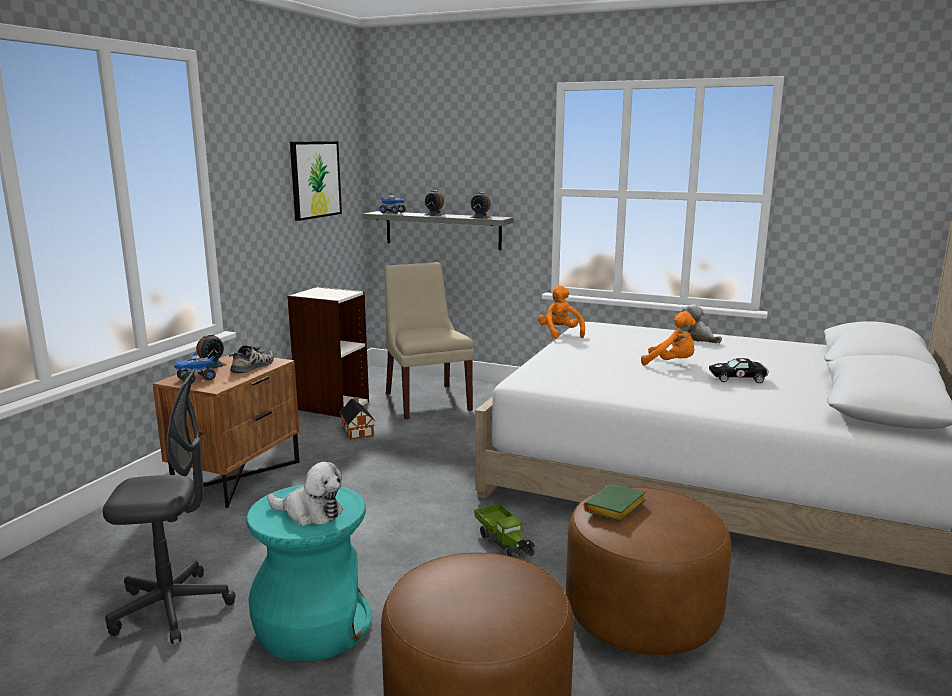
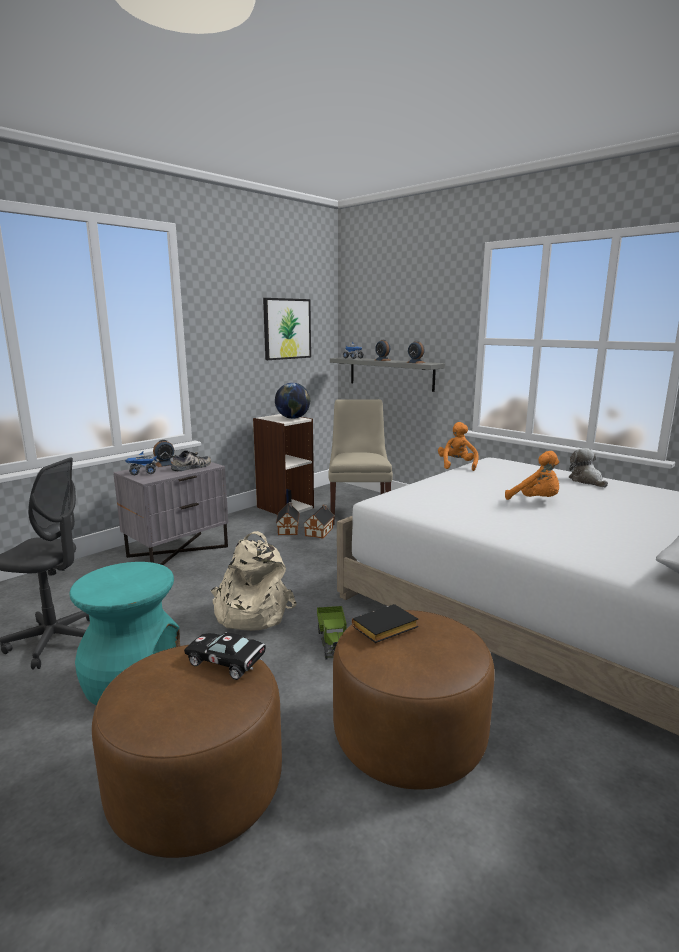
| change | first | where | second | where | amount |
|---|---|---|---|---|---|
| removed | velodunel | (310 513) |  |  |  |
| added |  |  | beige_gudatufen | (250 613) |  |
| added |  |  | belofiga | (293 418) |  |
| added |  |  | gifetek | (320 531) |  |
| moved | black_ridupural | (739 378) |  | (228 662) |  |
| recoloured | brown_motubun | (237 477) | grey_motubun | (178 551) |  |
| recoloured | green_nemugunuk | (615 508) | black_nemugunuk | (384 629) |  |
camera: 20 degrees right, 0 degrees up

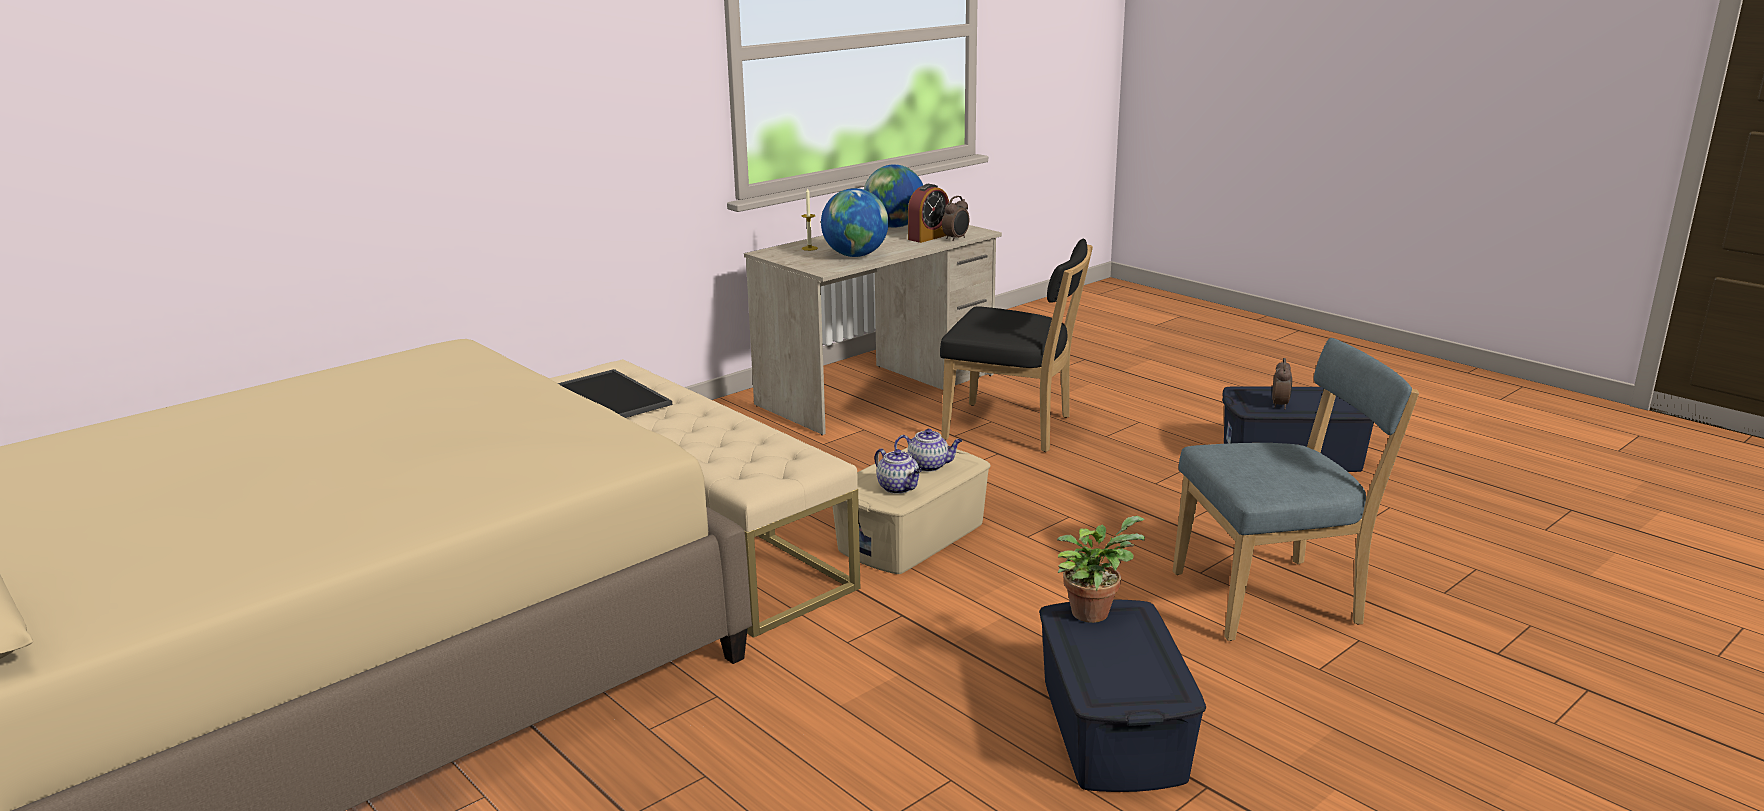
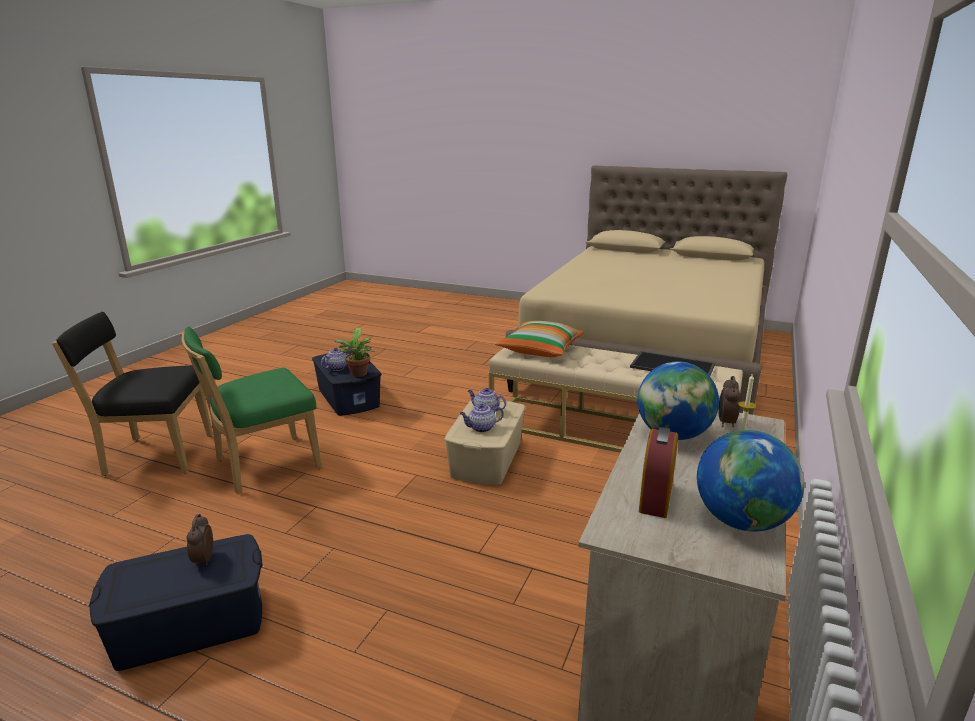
| change | first | where | second | where | amount |
|---|---|---|---|---|---|
| added |  |  | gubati | (337 368) |  |
| added |  |  | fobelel | (540 350) |  |
| moved | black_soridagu | (1014 429) |  | (154 455) |  |
| moved | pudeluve | (956 238) |  | (725 423) |  |
| recoloured | blue_soridagu | (1274 598) | green_soridagu | (262 465) |  |
camera: 155 degrees right, 0 degrees up

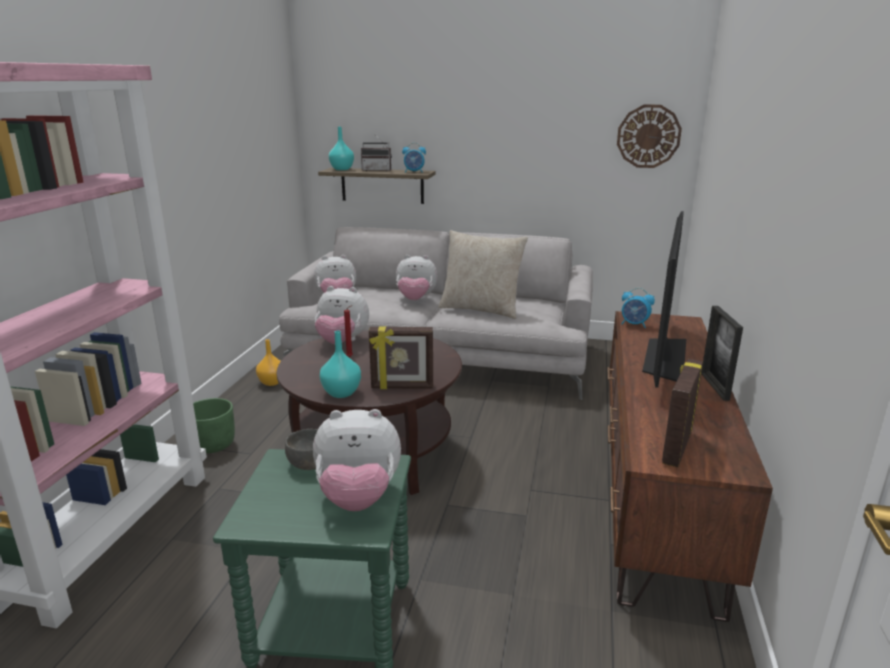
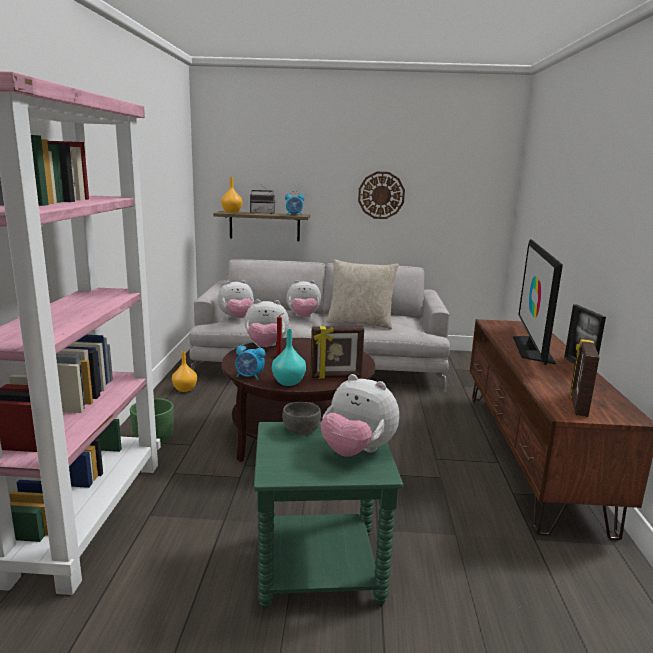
| change | first | where | second | where | amount |
|---|---|---|---|---|---|
| moved | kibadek | (648 136) |  | (381 195) |  |
| moved | pudeluve | (634 325) |  | (249 377) |  |
| recoloured | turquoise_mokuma | (342 169) | orange_mokuma | (232 212) |  |
| turned | velodunel | (358 498) |  | (357 451) | 45 degrees clockwise |
camera: 10 degrees left, 5 degrees down

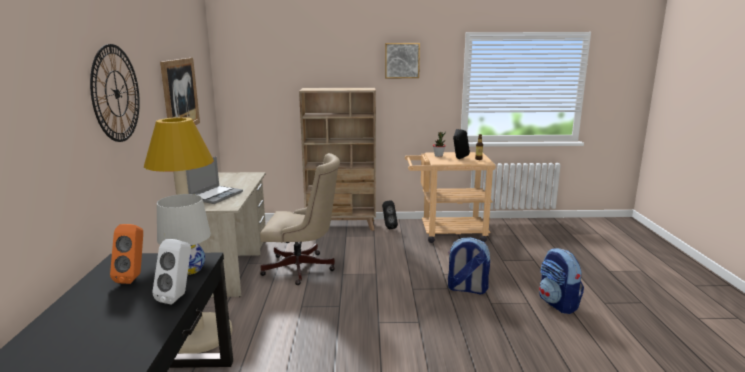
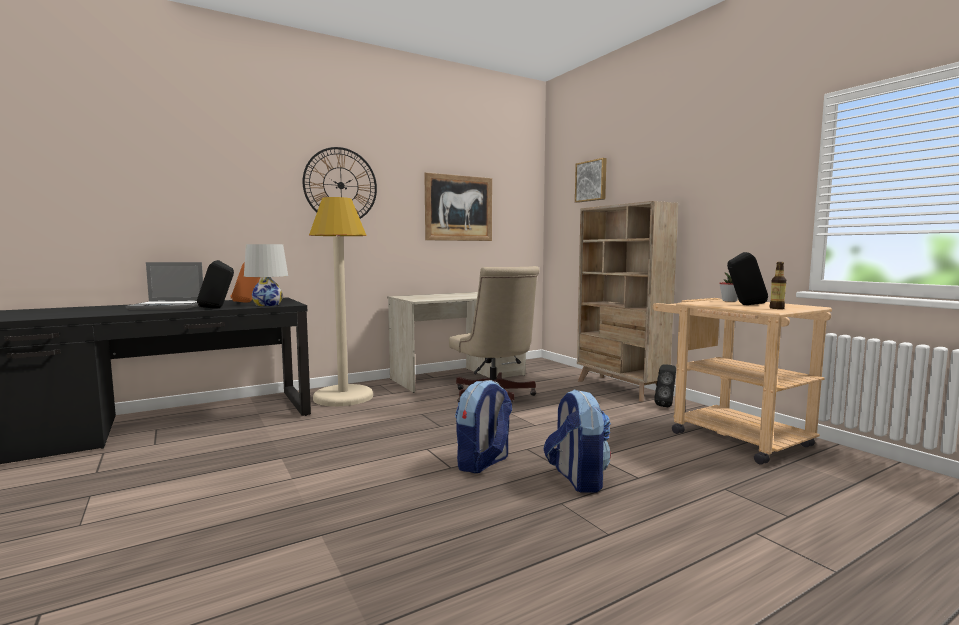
| change | first | where | second | where | amount |
|---|---|---|---|---|---|
| moved | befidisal | (216 195) |  | (168 307) |  |
| moved | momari | (402 60) |  | (591 181) |  |
| moved | gudatufen | (558 303) |  | (483 463) |  |
| recoloured | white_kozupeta | (178 297) | black_kozupeta | (217 308) |  |
camera: 60 degrees right, 10 degrees down

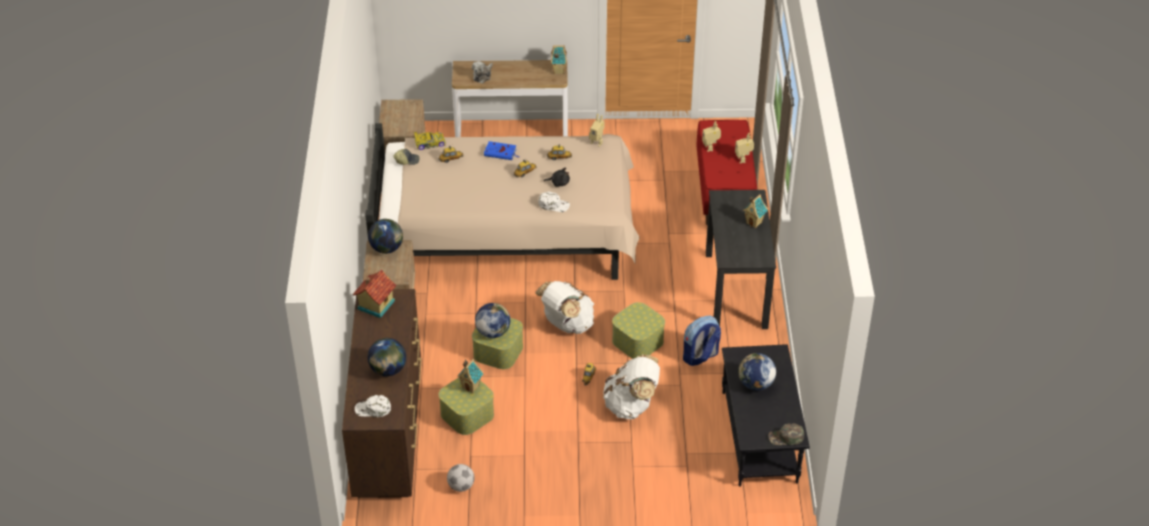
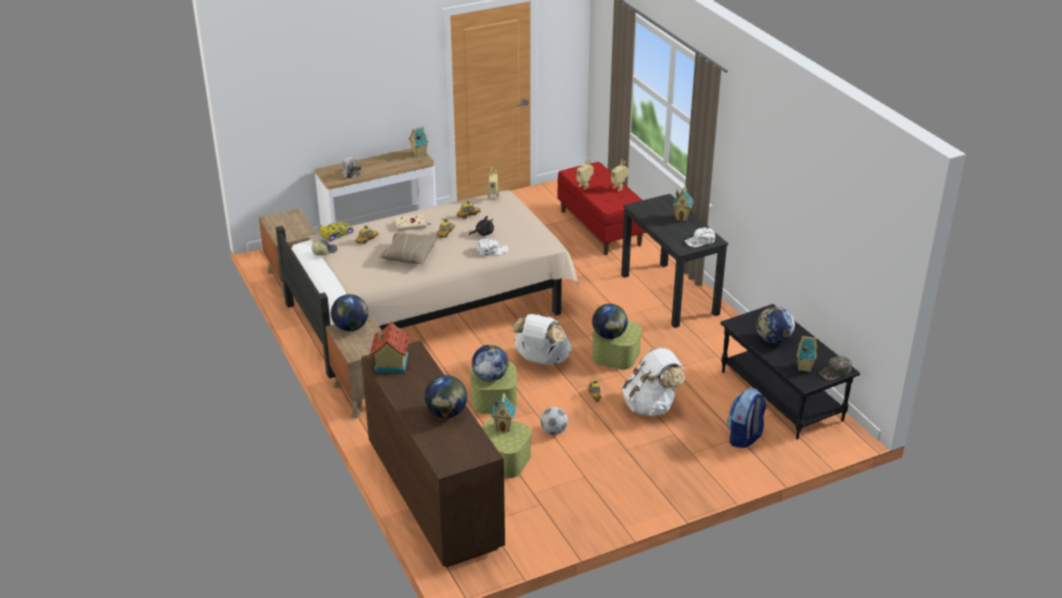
| change | first | where | second | where | amount |
|---|---|---|---|---|---|
| added |  |  | beige_fobelel | (409 256) |  |
| added |  |  | belofiga | (609 335) |  |
| added |  |  | gifetek | (804 367) |  |
| moved | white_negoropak | (373 409) |  | (700 241) |  |
| moved | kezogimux | (461 486) |  | (553 431) |  |
| moved | gudatufen | (700 356) |  | (744 437) |  |
| recoloured | blue_nemugunuk | (501 153) | beige_nemugunuk | (411 224) |  |
camera: 25 degrees left, 10 degrees down

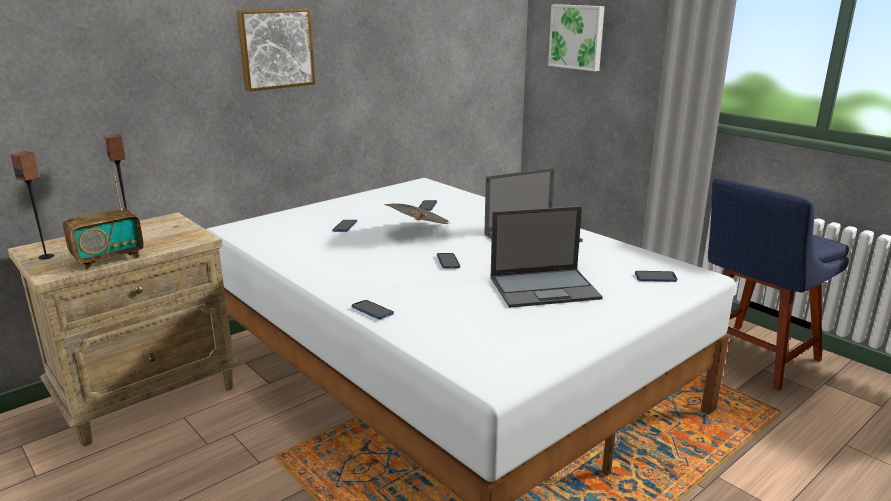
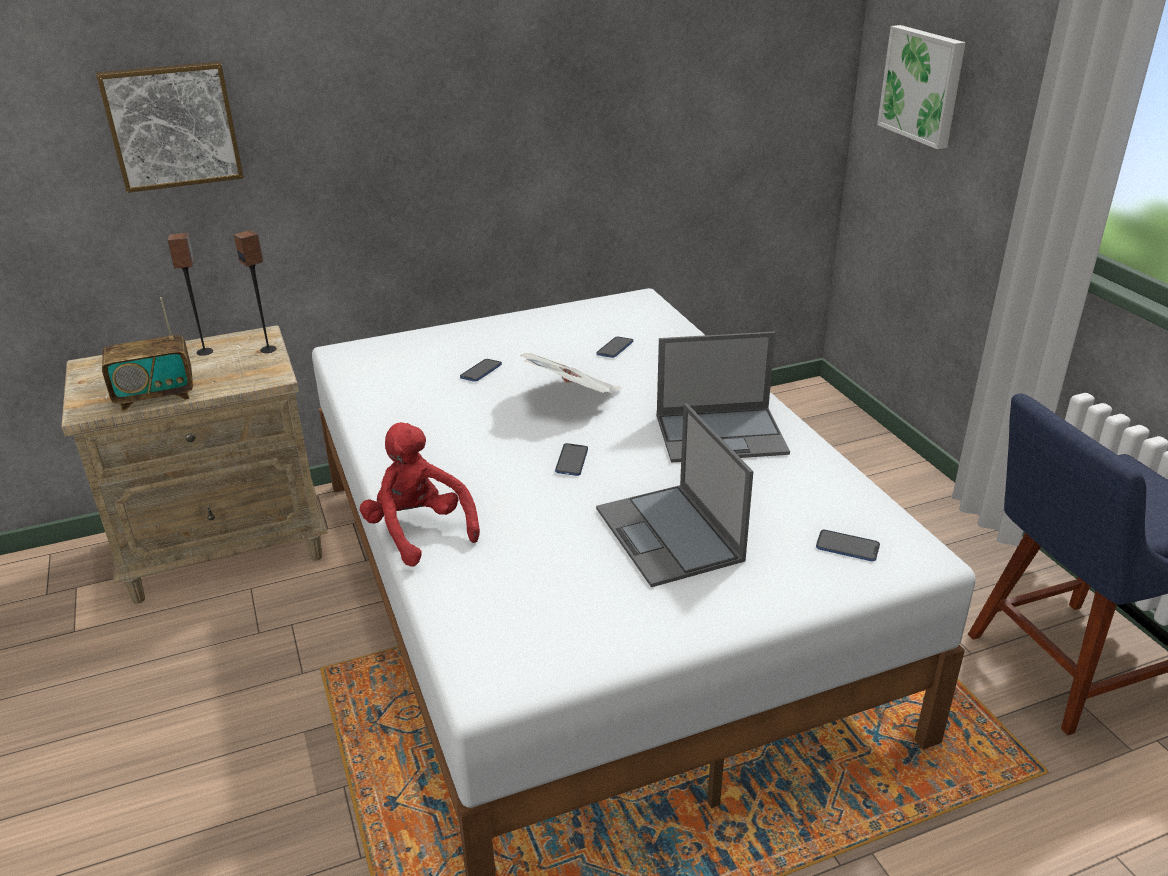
| change | first | where | second | where | amount |
|---|---|---|---|---|---|
| moved | kozupeta | (46 256) |  | (269 349) |  |
| moved | momari | (275 48) |  | (172 125) |  |
| replaced | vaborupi | (372 311) | red_velodunel | (419 531) |  |
| turned | befidisal | (545 288) |  | (670 535) | 60 degrees clockwise |
camera: 20 degrees right, 10 degrees up

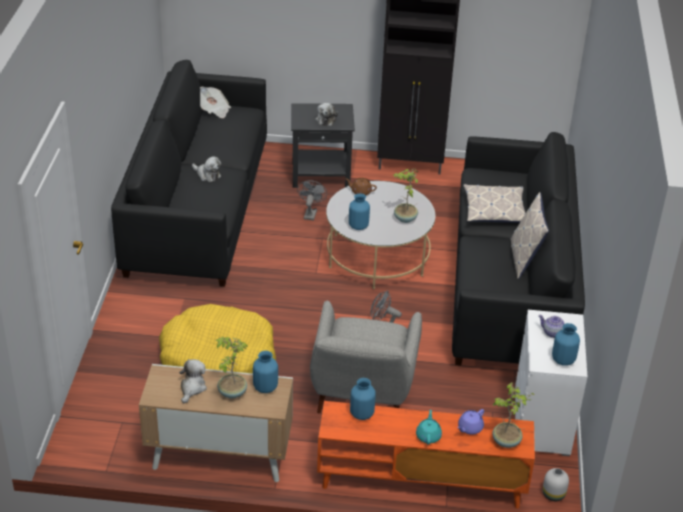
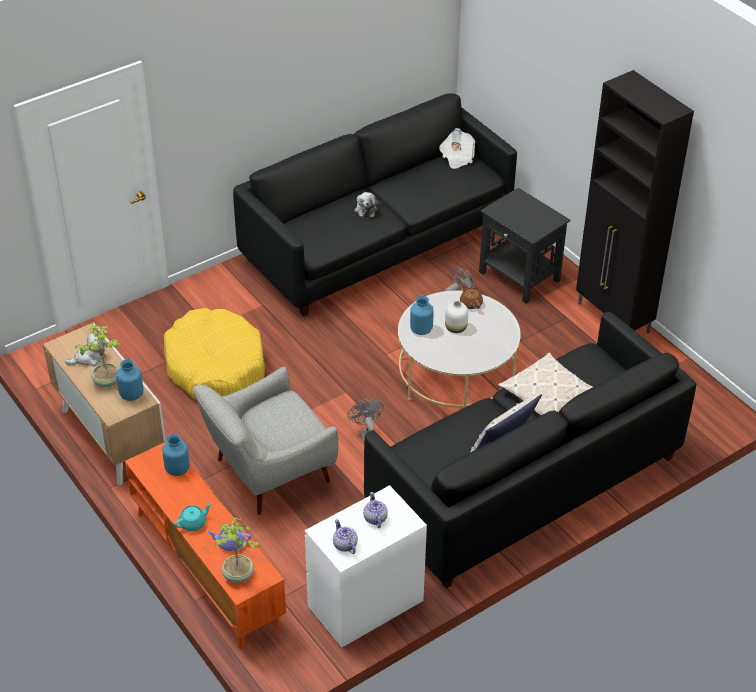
| change | first | where | second | where | amount |
|---|---|---|---|---|---|
| removed | velodunel | (325 119) |  |  |  |
| removed | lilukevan | (404 219) |  |  |  |
| moved | white_mokuma | (553 494) |  | (456 327) |  |
| replaced | blue_mokuma | (563 360) | gubati | (344 545) |  |
camera: 50 degrees right, 5 degrees up

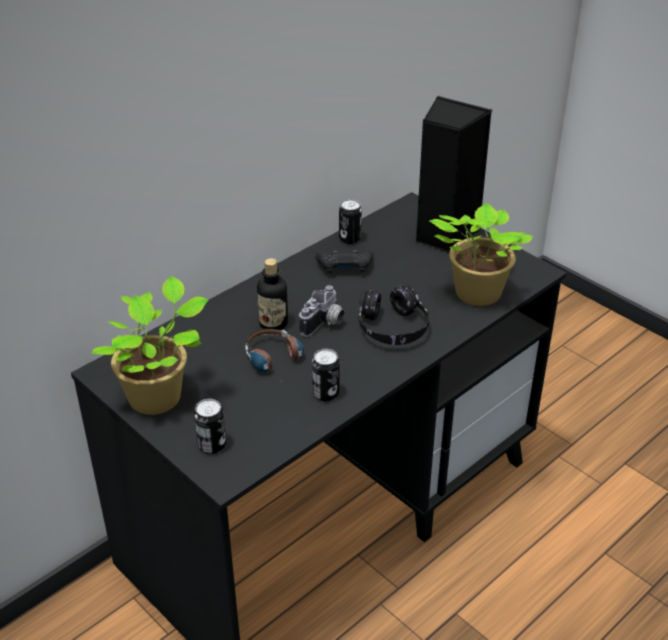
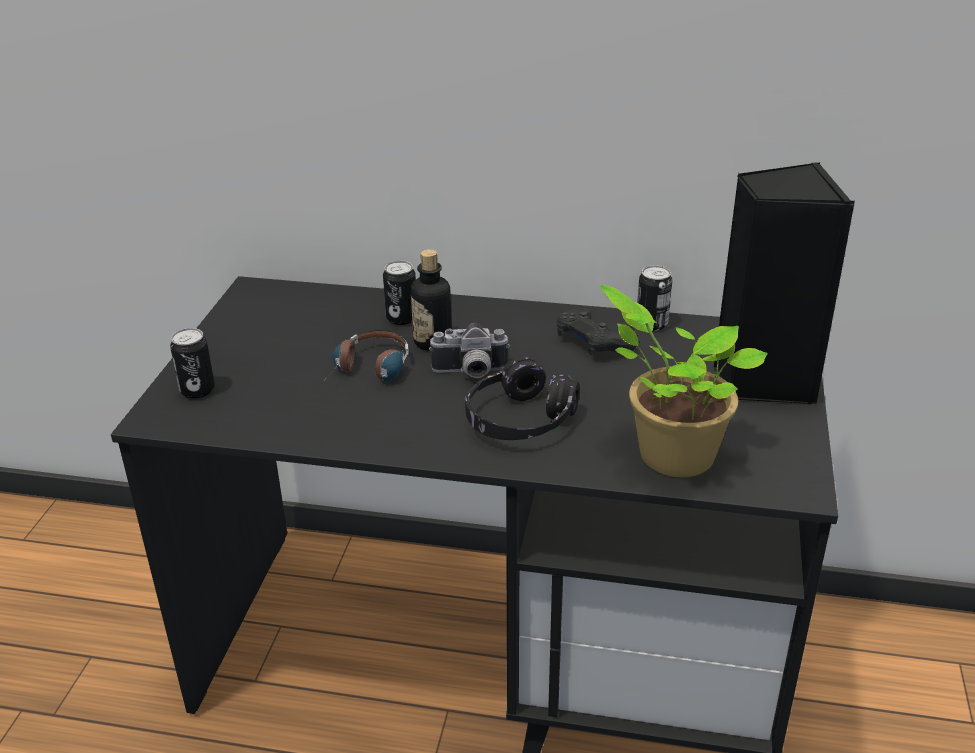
| change | first | where | second | where | amount |
|---|---|---|---|---|---|
| removed | lilukevan | (159 397) |  |  |  |
| moved | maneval | (326 393) |  | (402 318) |  |
camera: 55 degrees right, 5 degrees down

